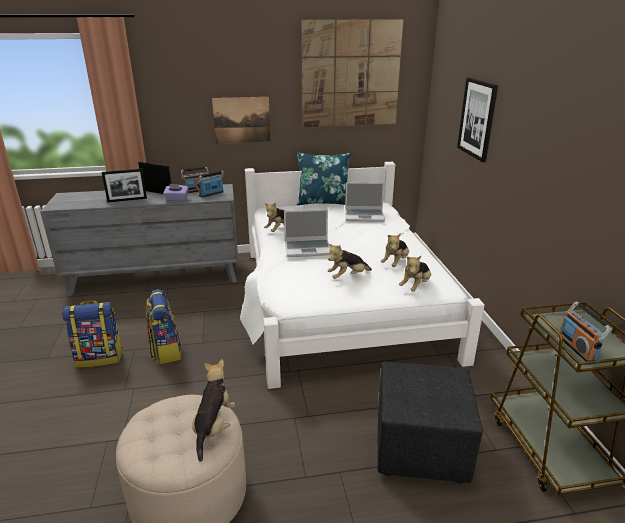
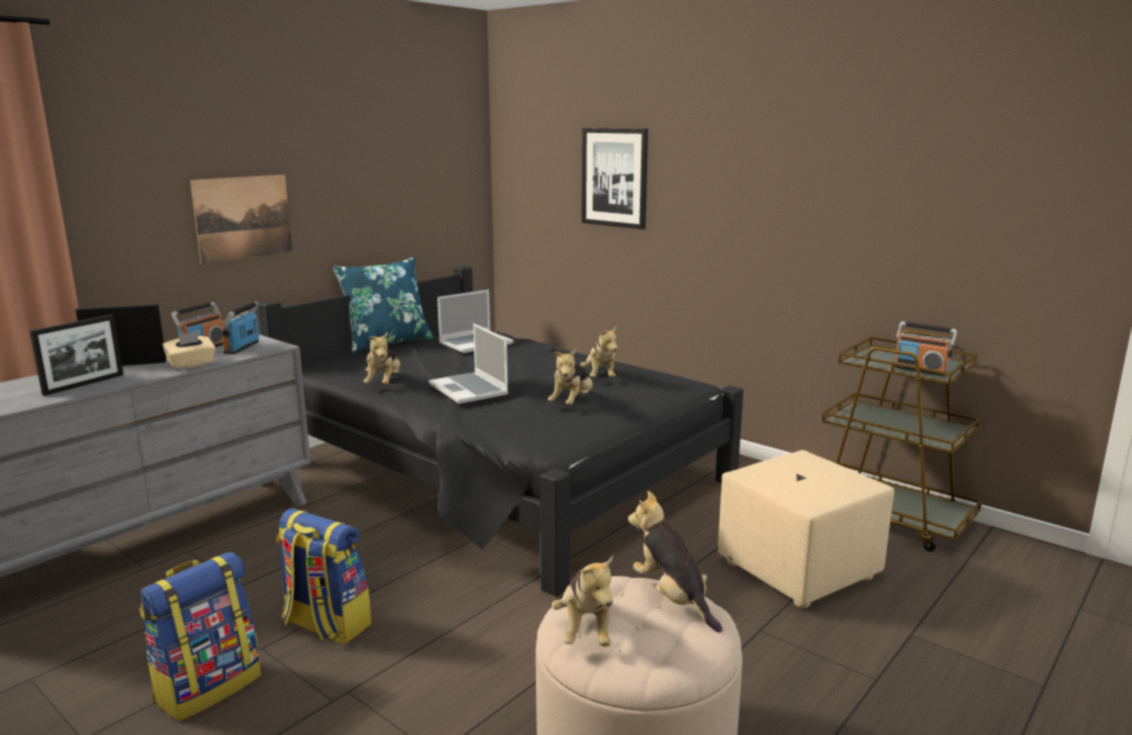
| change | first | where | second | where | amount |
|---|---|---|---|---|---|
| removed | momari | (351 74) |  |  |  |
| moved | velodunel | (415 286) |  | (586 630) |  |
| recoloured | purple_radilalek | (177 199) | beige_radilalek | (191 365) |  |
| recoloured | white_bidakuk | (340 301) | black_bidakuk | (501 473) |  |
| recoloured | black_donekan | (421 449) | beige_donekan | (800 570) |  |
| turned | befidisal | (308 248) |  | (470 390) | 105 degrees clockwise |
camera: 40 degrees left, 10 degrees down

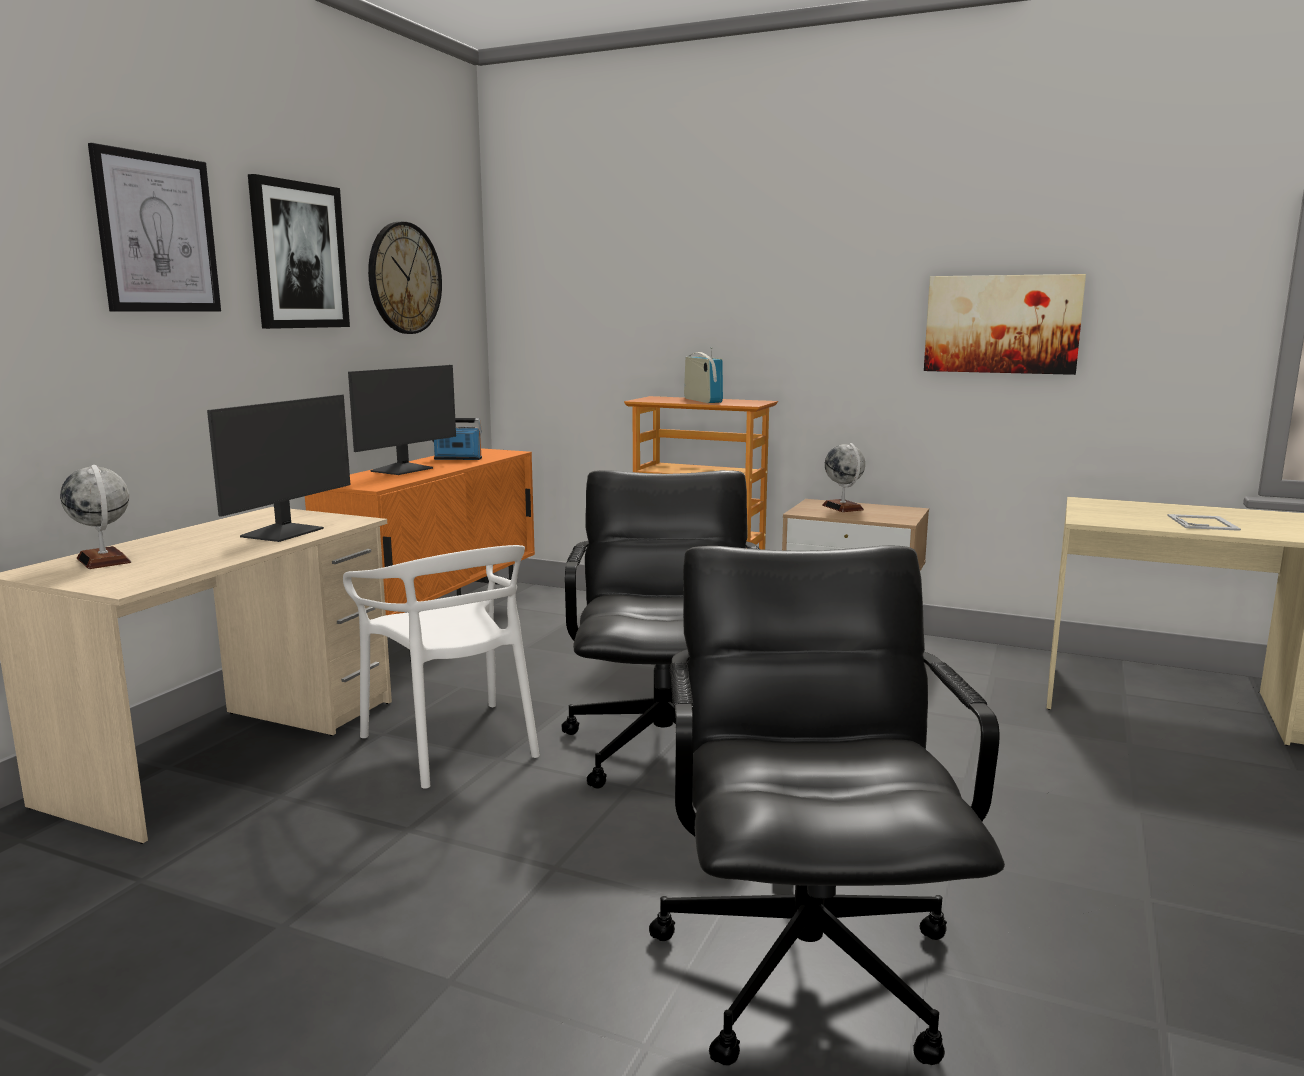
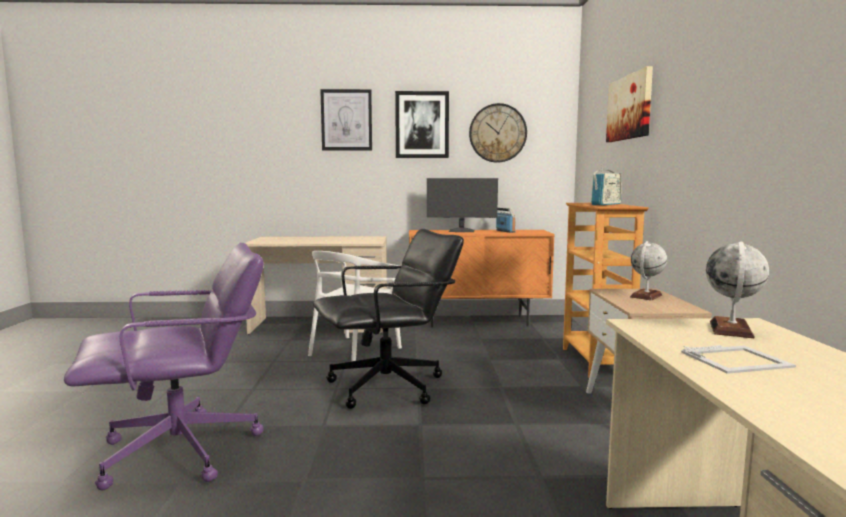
| change | first | where | second | where | amount |
|---|---|---|---|---|---|
| removed | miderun | (284 533) |  |  |  |
| moved | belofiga | (104 560) |  | (731 329) |  |
| moved | momari | (1002 324) |  | (630 107) |  |
| recoloured | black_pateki | (808 965) | purple_pateki | (182 451) |  |
camera: 65 degrees right, 5 degrees down

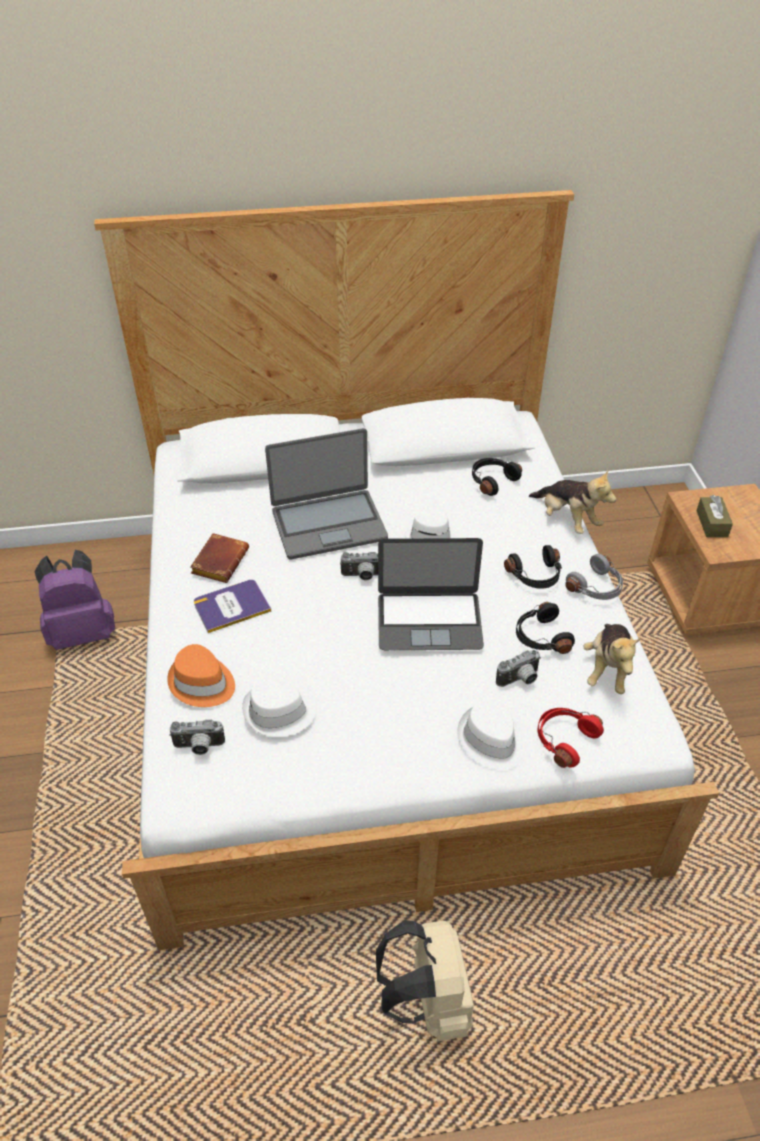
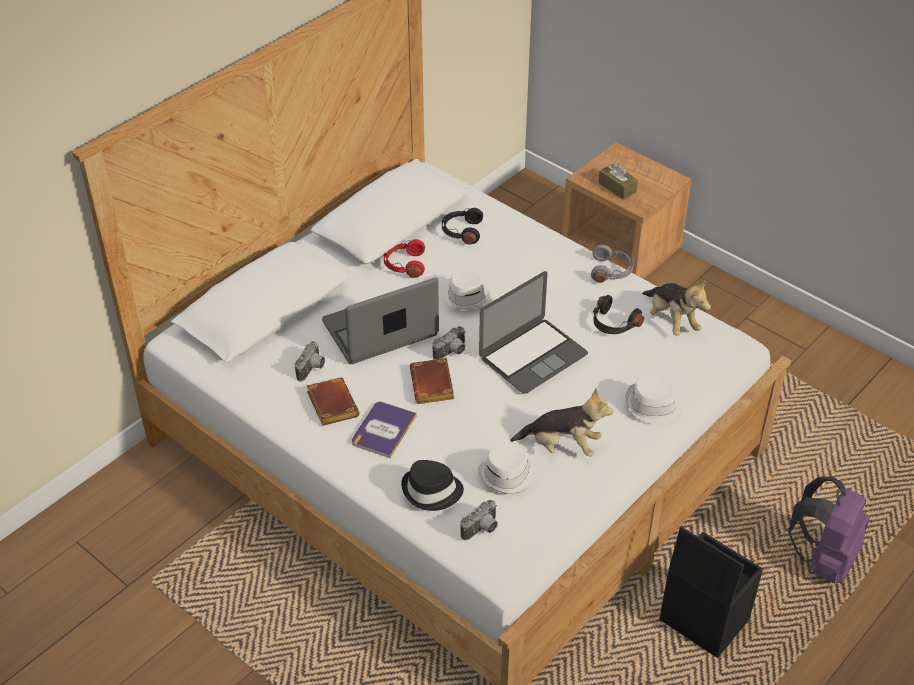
| change | first | where | second | where | amount |
|---|---|---|---|---|---|
| removed | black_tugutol | (536 576) |  |  |  |
| added |  |  | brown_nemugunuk | (434 386) |  |
| moved | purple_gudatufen | (83 632) |  | (823 559) |  |
| moved | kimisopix | (520 680) |  | (312 369) |  |
| moved | velodunel | (567 519) |  | (562 446) |  |
| moved | red_tugutol | (564 740) |  | (404 265) |  |
| replaced | beige_gudatufen | (428 1001) | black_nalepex | (702 620) |  |
| recoloured | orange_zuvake | (202 683) | black_zuvake | (432 491) |  |
| turned | befidisal | (328 524) |  | (380 330) | 150 degrees counterclockwise |
camera: 40 degrees left, 0 degrees up

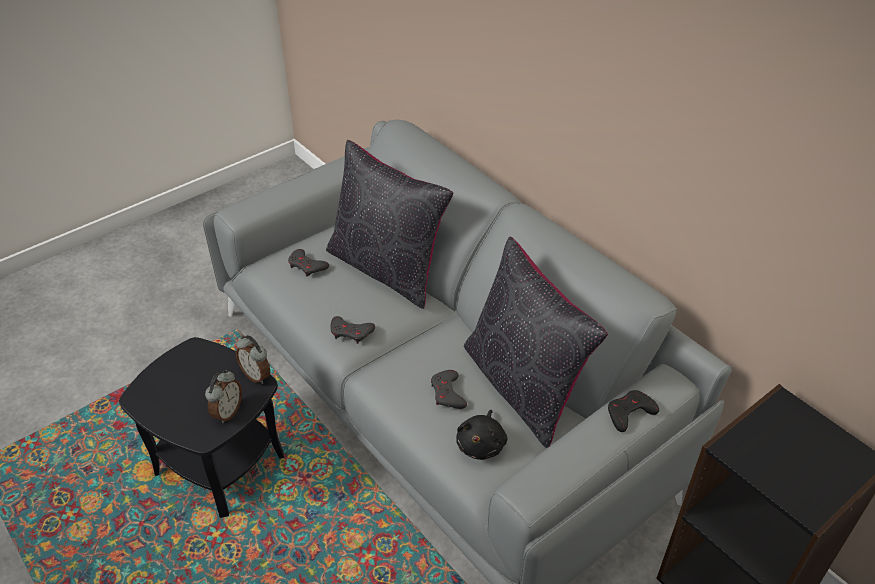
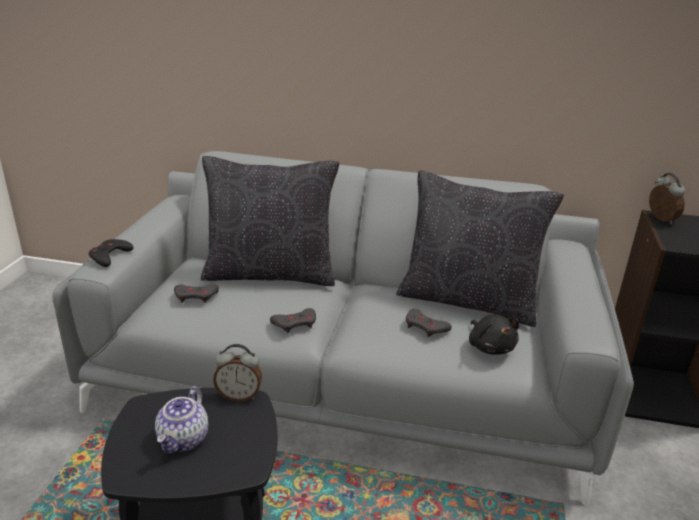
| change | first | where | second | where | amount |
|---|---|---|---|---|---|
| added |  |  | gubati | (184 440) |  |
| moved | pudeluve | (227 412) |  | (660 219) |  |
| moved | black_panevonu | (629 413) |  | (110 256) |  |
camera: 40 degrees left, 15 degrees down

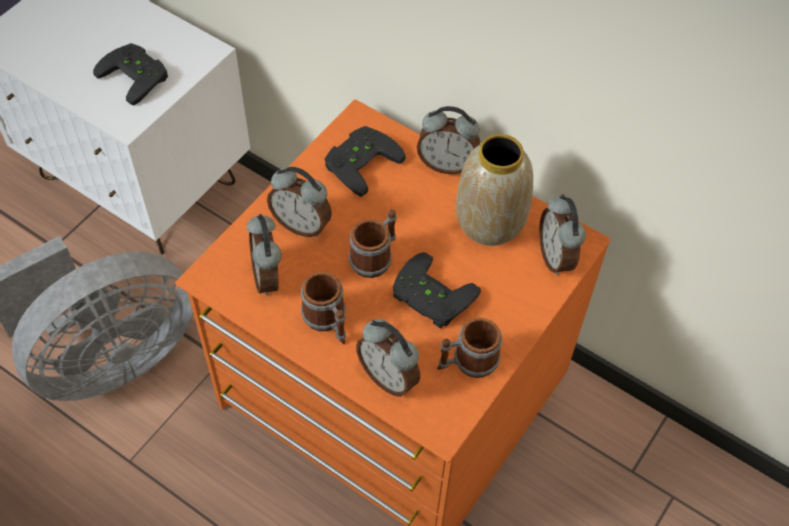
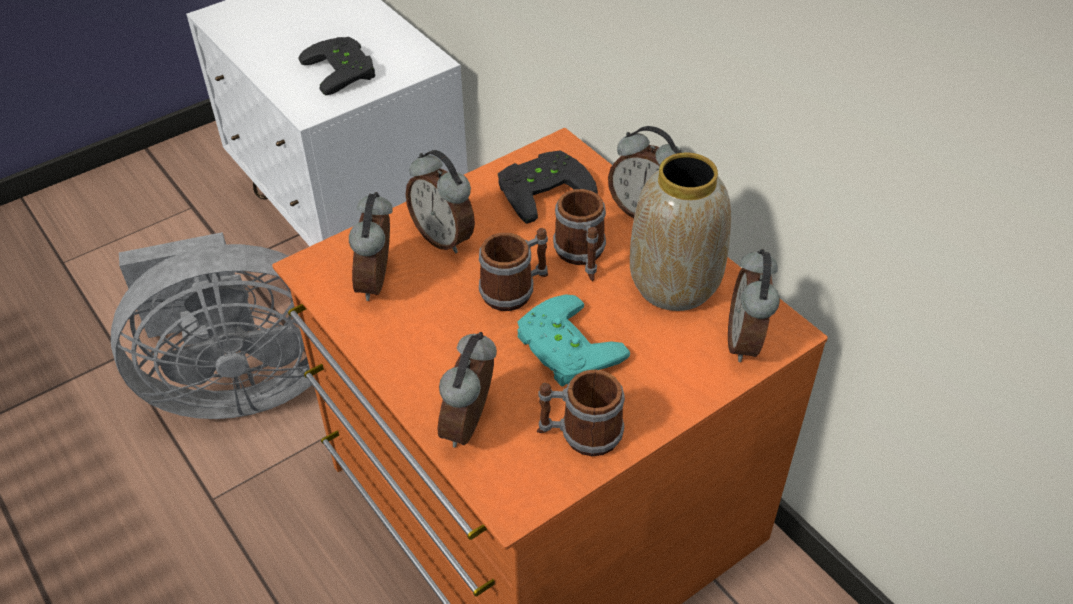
| change | first | where | second | where | amount |
|---|---|---|---|---|---|
| moved | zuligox | (328 321) |  | (582 256) |  |
| recoloured | black_panevonu | (429 297) | turquoise_panevonu | (563 349) |  |
| turned | pudeluve | (389 377) |  | (472 426) | 45 degrees clockwise |
camera: 20 degrees right, 10 degrees down

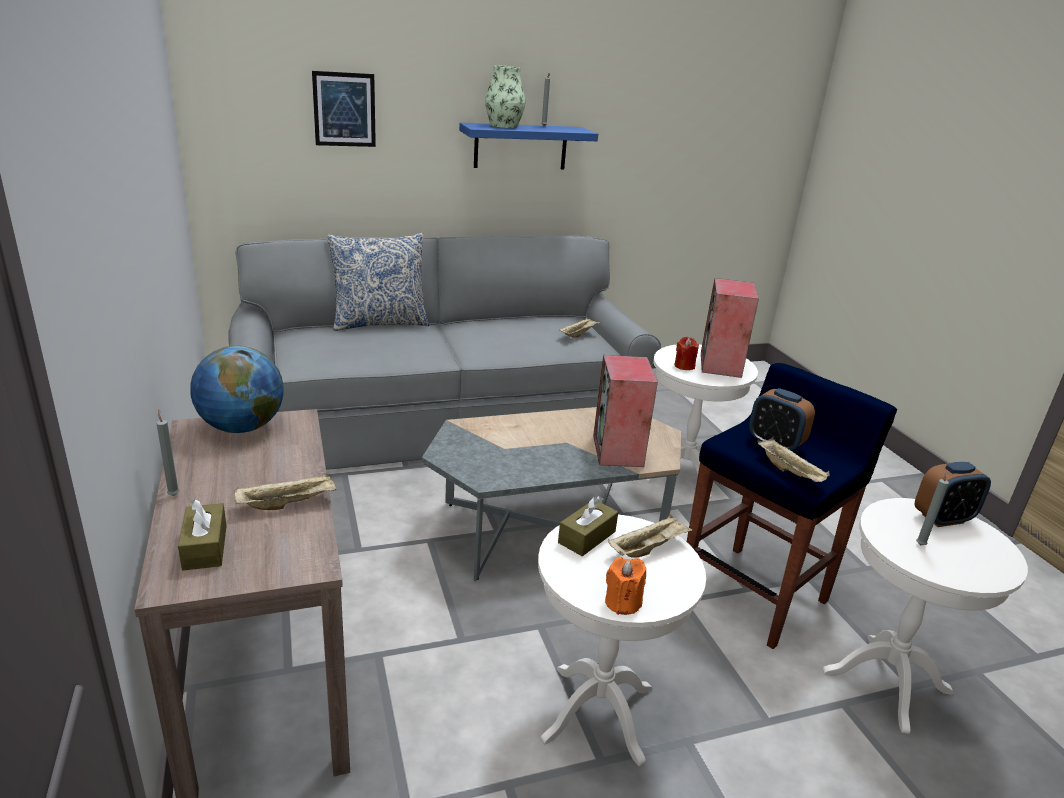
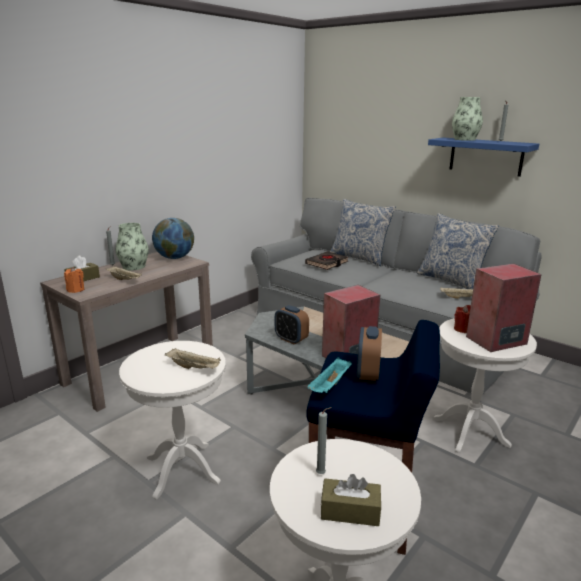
| change | first | where | second | where | amount |
|---|---|---|---|---|---|
| removed | momari | (344 109) |  |  |  |
| added |  |  | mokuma | (134 266) |  |
| added |  |  | black_nemugunuk | (327 263) |  |
| added |  |  | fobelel | (451 281) |  |
| moved | brown_radilalek | (587 537) |  | (350 511) |  |
| moved | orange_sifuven | (622 603) |  | (75 290) |  |
| moved | pudeluve | (943 519) |  | (291 339) |  |
| recoloured | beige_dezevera | (790 472) | turquoise_dezevera | (330 386) |  |
camera: 60 degrees right, 5 degrees down

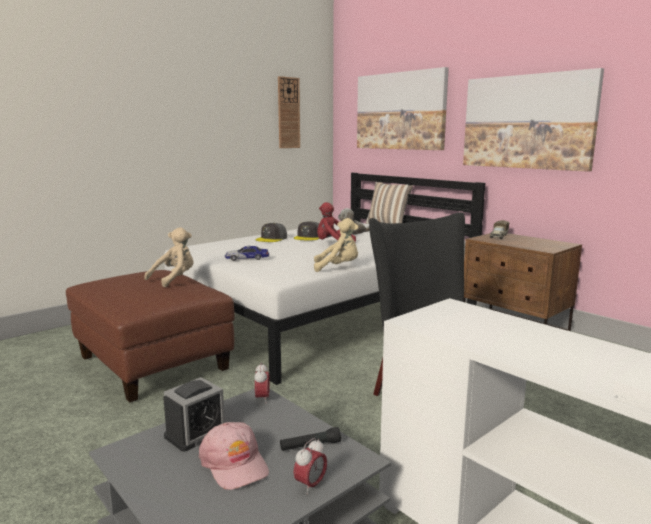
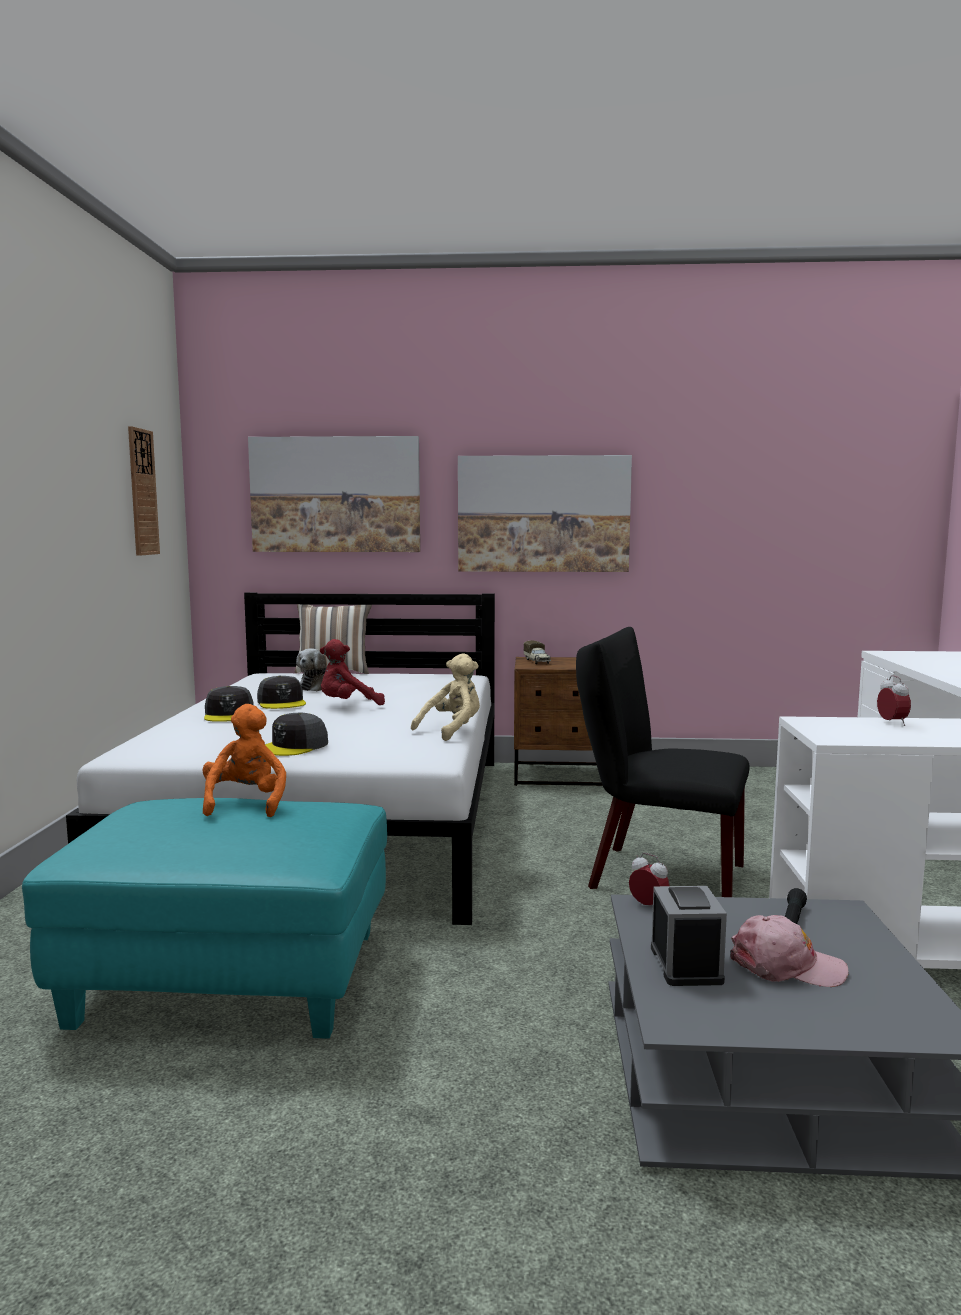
| change | first | where | second | where | amount |
|---|---|---|---|---|---|
| moved | pudeluve | (310 485) |  | (892 723) |  |
| replaced | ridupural | (247 258) | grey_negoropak | (294 746) |  |
| recoloured | brown_donekan | (153 364) | turquoise_donekan | (232 979) |  |
| recoloured | beige_velodunel | (174 279) | orange_velodunel | (246 803) |  |
camera: 45 degrees left, 5 degrees down

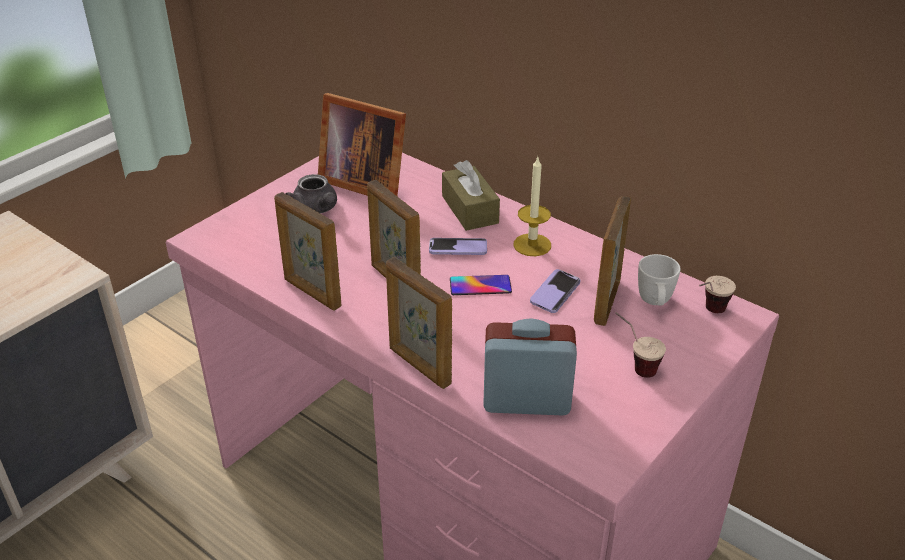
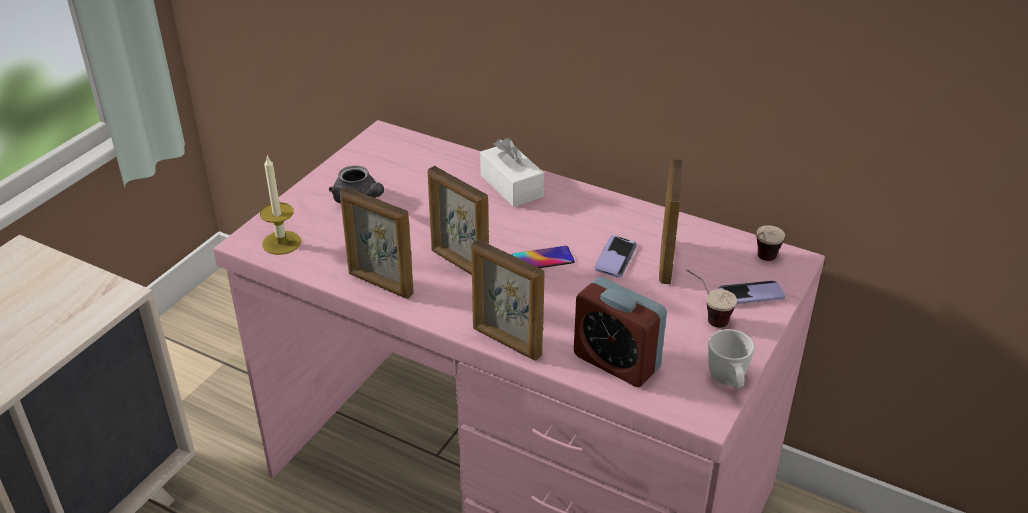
| change | first | where | second | where | amount |
|---|---|---|---|---|---|
| removed | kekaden | (363 181) |  |  |  |
| moved | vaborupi | (458 248) |  | (751 294) |  |
| moved | sifuven | (532 245) |  | (281 243) |  |
| moved | white_zuligox | (655 304) |  | (728 383) |  |
| recoloured | brown_radilalek | (470 209) | white_radilalek | (511 186) |  |
| turned | pudeluve | (526 400) |  | (616 362) | 135 degrees counterclockwise |
camera: 10 degrees left, 0 degrees up

